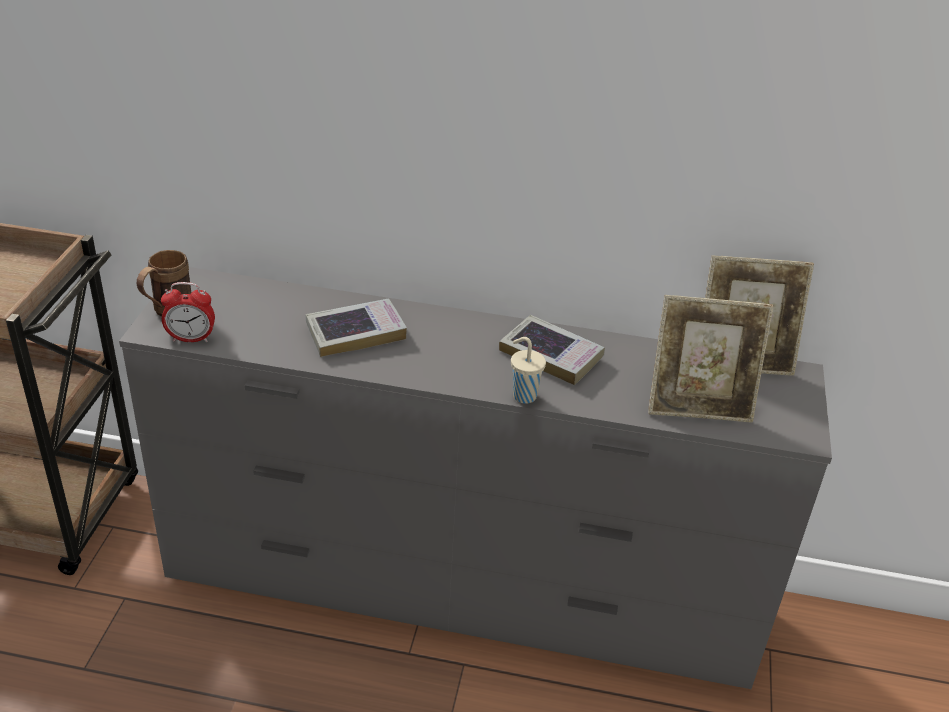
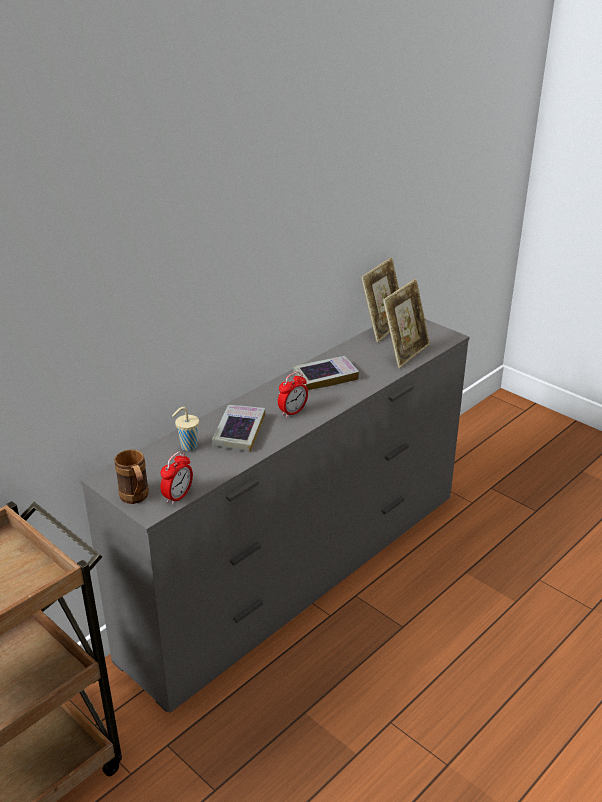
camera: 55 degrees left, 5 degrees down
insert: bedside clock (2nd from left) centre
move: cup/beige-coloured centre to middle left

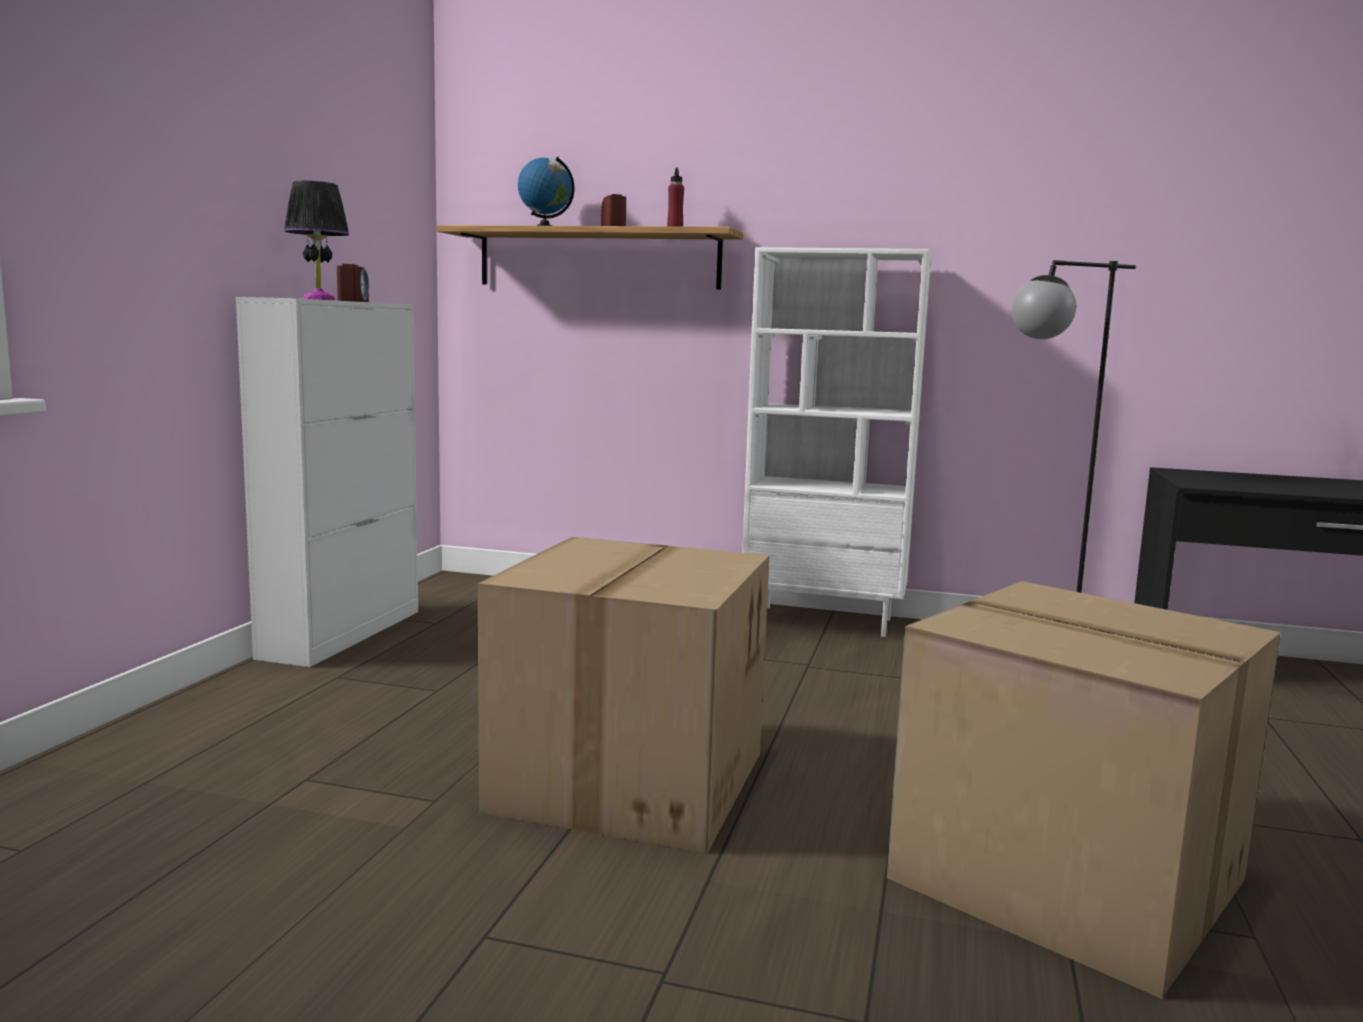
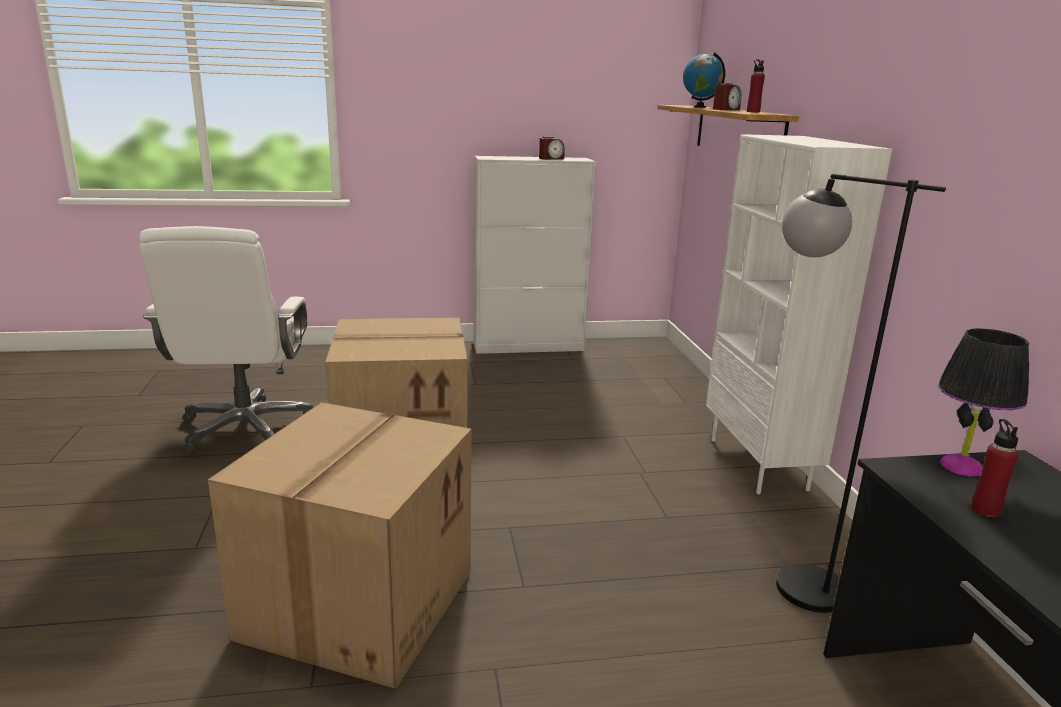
camera: 65 degrees right, 10 degrees up
insert: desk chair/white-coloured middle left; beverage bottle/reddish (2nd from left) middle right
move: tabletop lamp/black-coloured top left to middle right

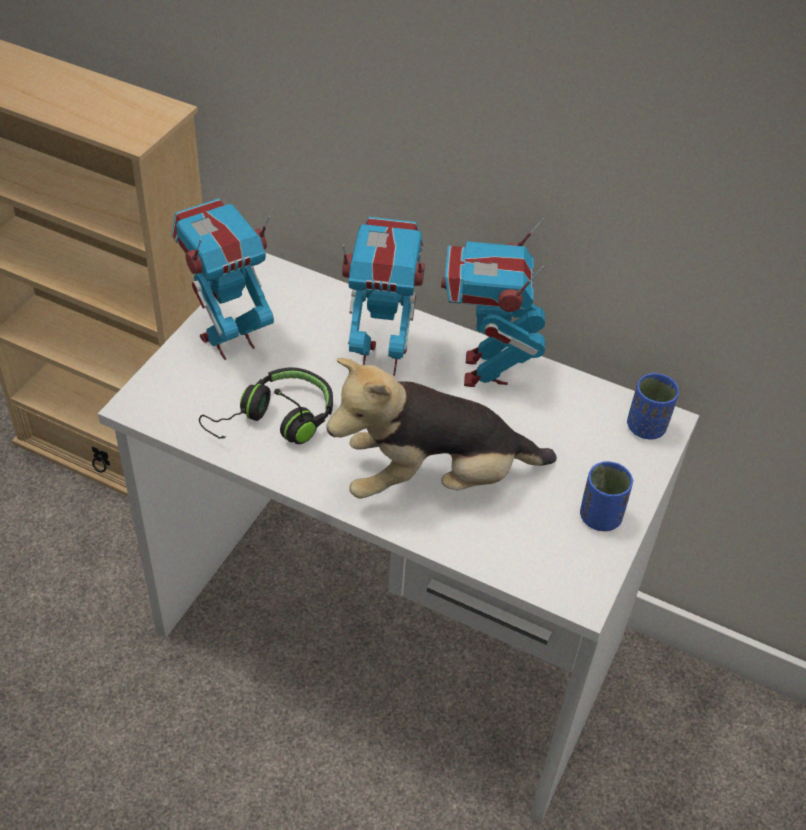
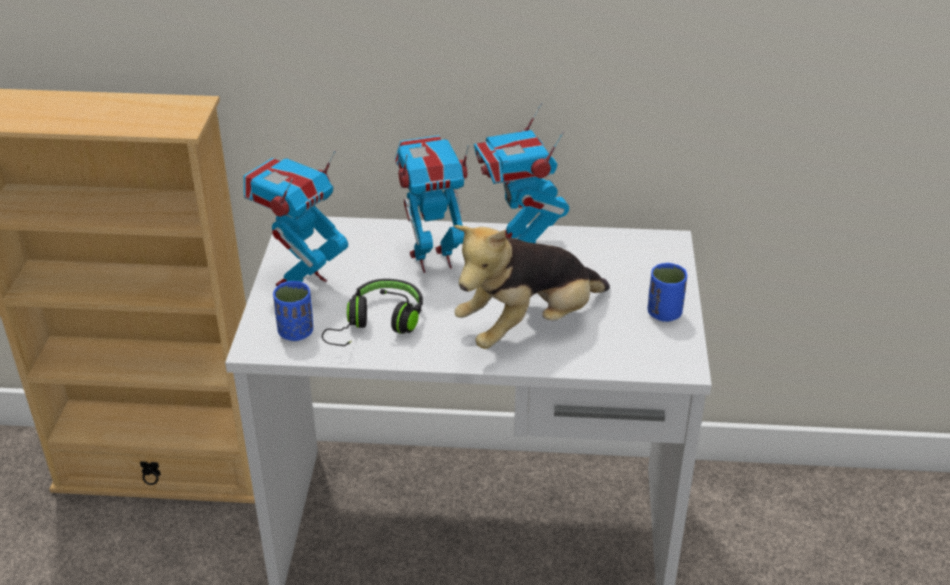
camera: 20 degrees left, 10 degrees down
move: cup/bluish (2nd from left in the first image) middle right to cup/bluish (1st from left) middle left

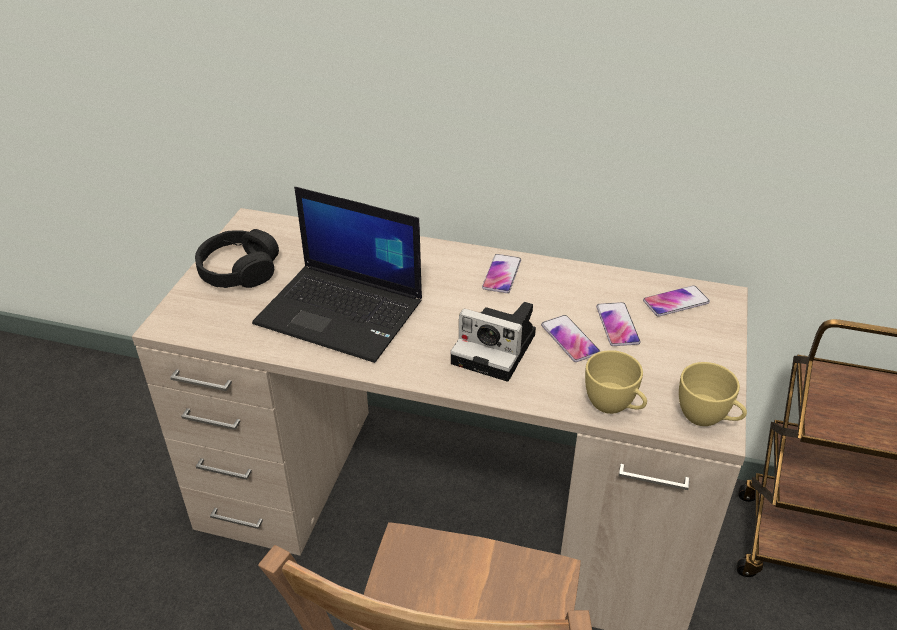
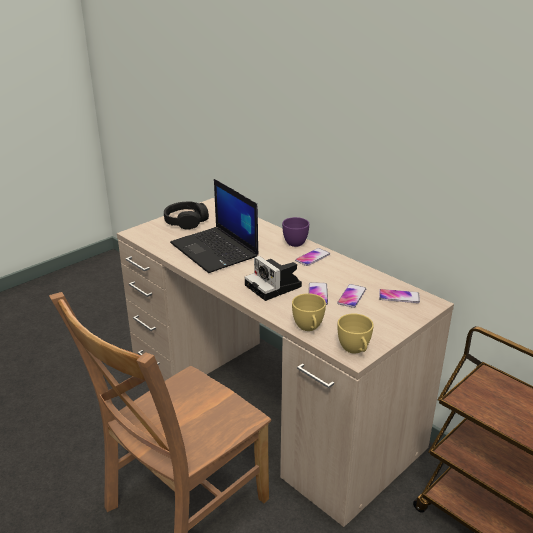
camera: 30 degrees right, 10 degrees down
insert: cup/purplish centre

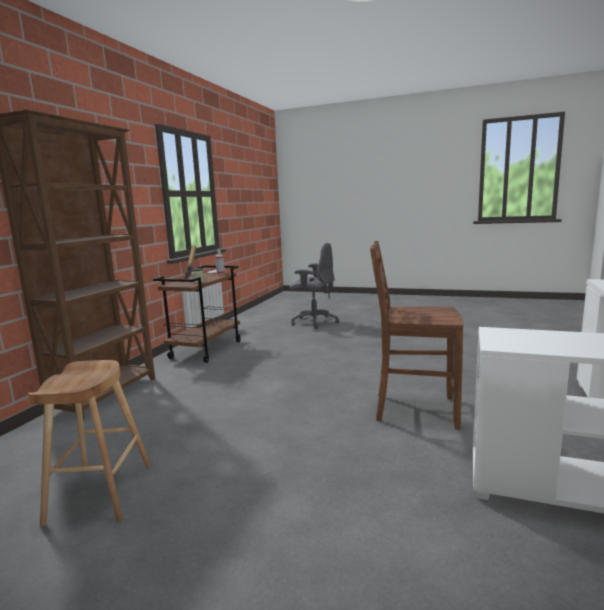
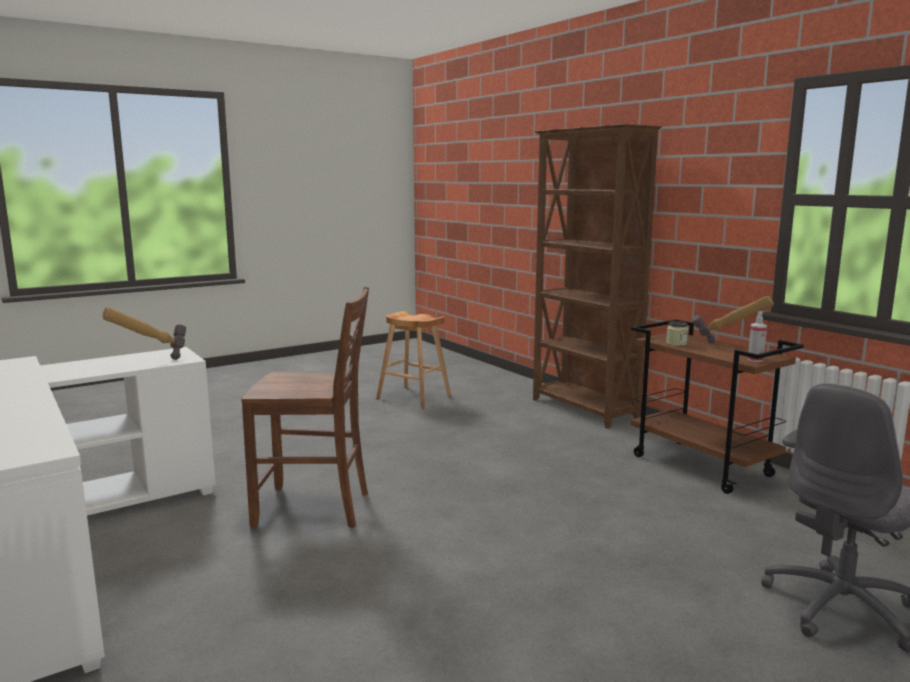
camera: 125 degrees right, 0 degrees up
insert: tool hammer (1st from left) middle left
rotate: chair/brown-coloured middle right = centre 45 degrees clockwise

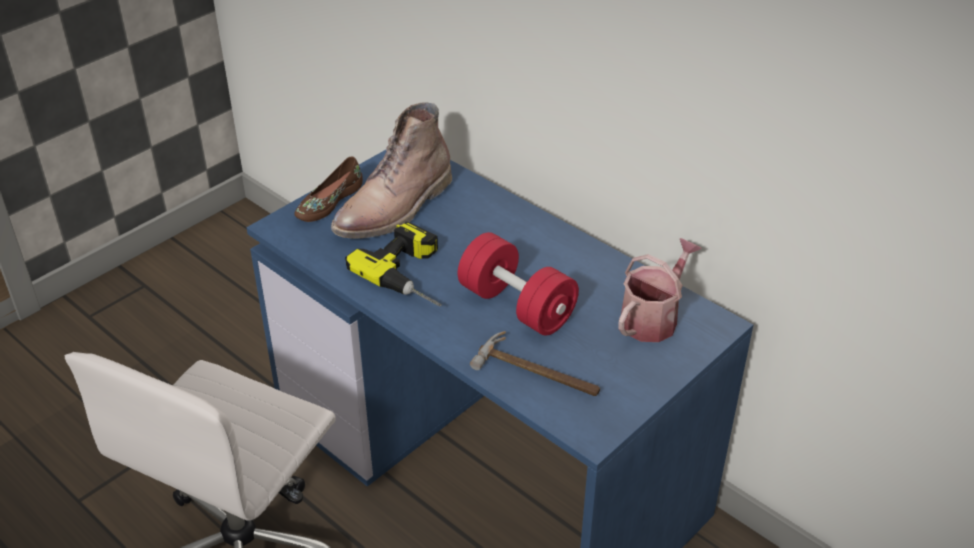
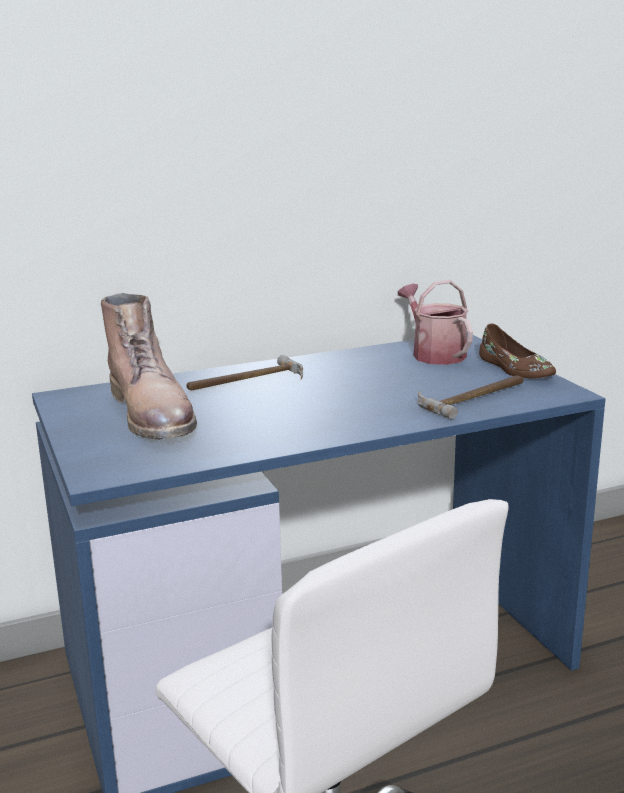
camera: 65 degrees left, 20 degrees down
delete: drill centre; hand weight/reddish centre
insert: tool hammer (1st from left) centre
move: item of footwear/brown-coloured centre to middle right

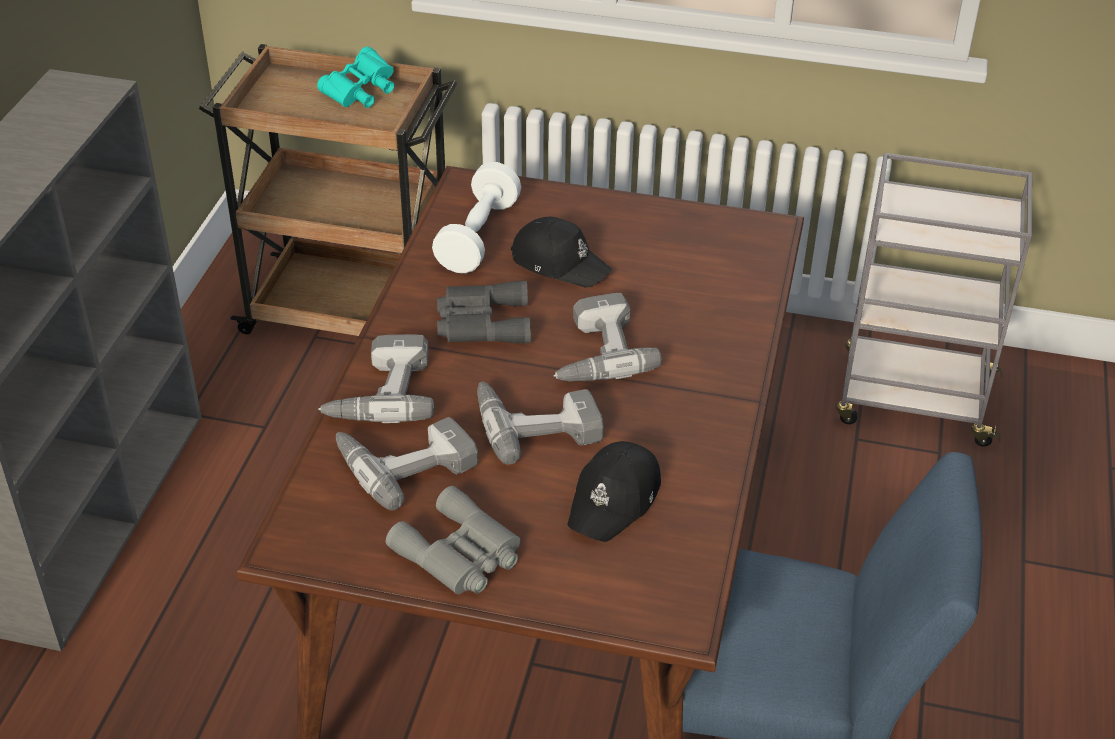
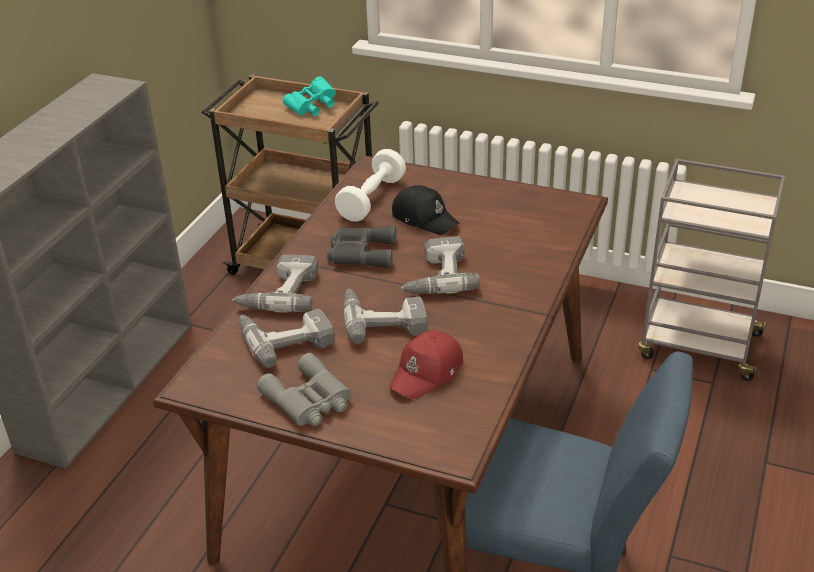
camera: 10 degrees right, 5 degrees down
recolor: cap/black-coloured (2nd from left) centre to cap/reddish centre

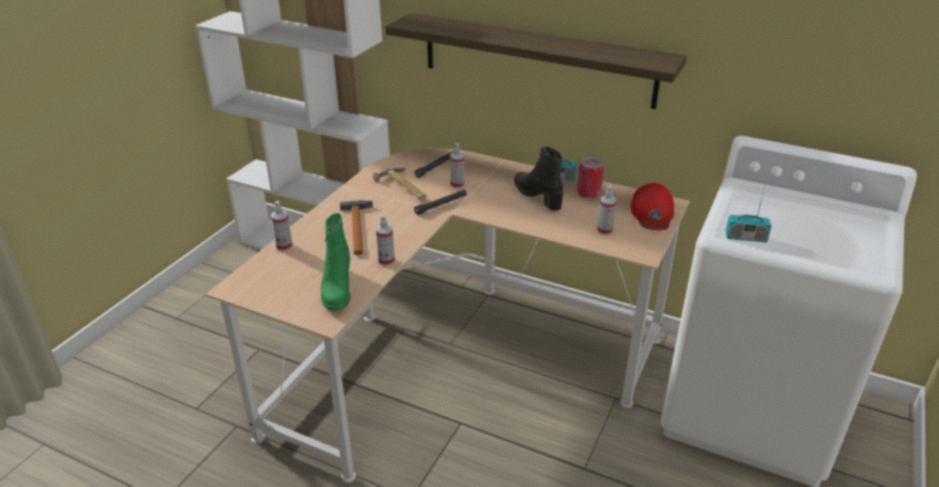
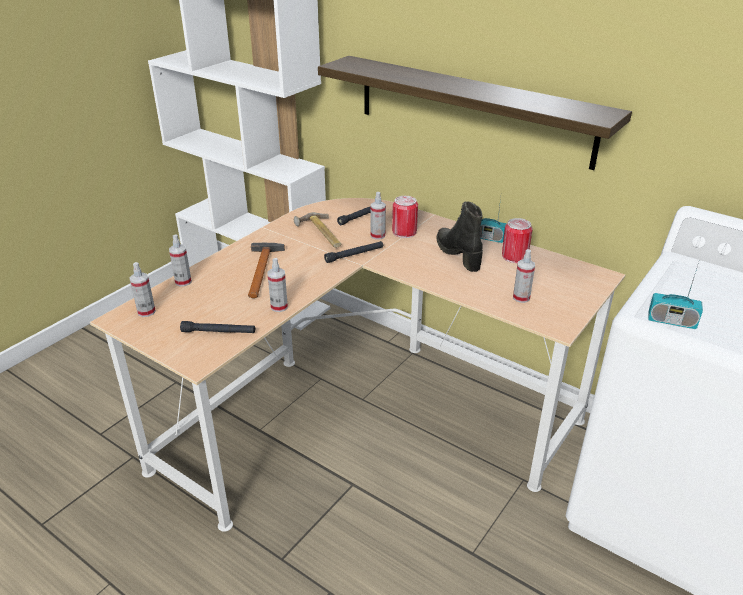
camera: 10 degrees right, 0 degrees up
delete: cap/reddish middle right
insert: spray bottle (1st from left) middle left; can (1st from left) centre
replace: tall boot/green-coloured centre to hand torch/black-coloured (1st from left) middle left

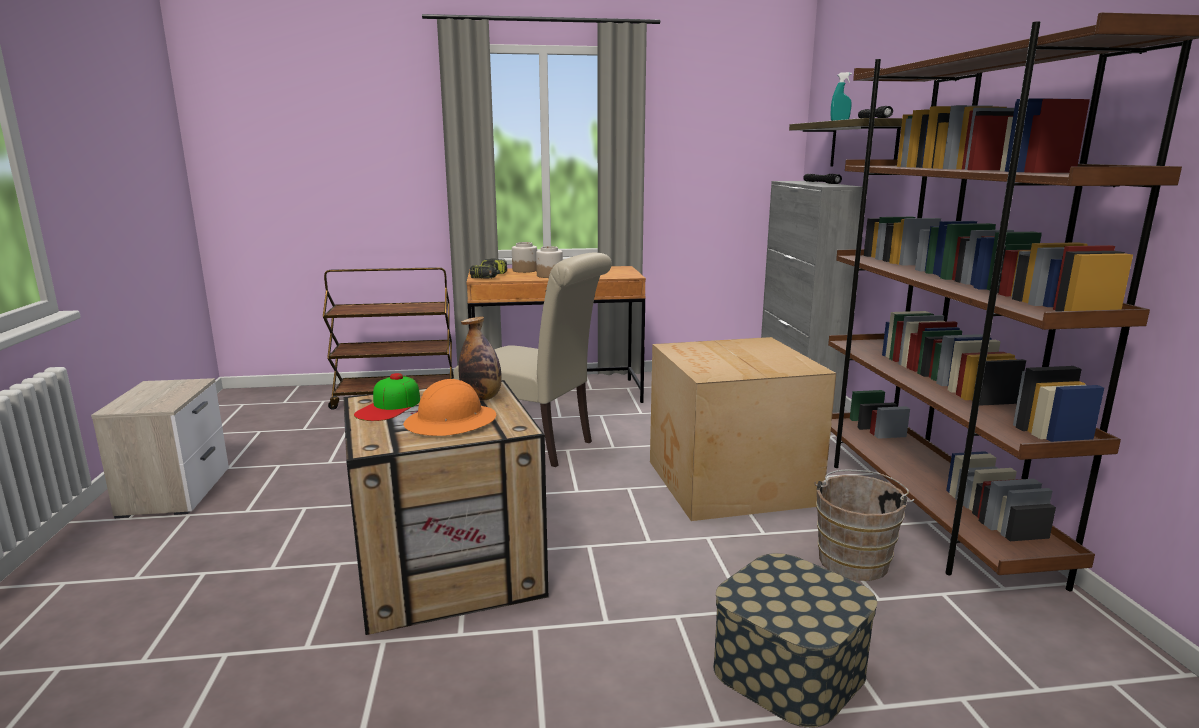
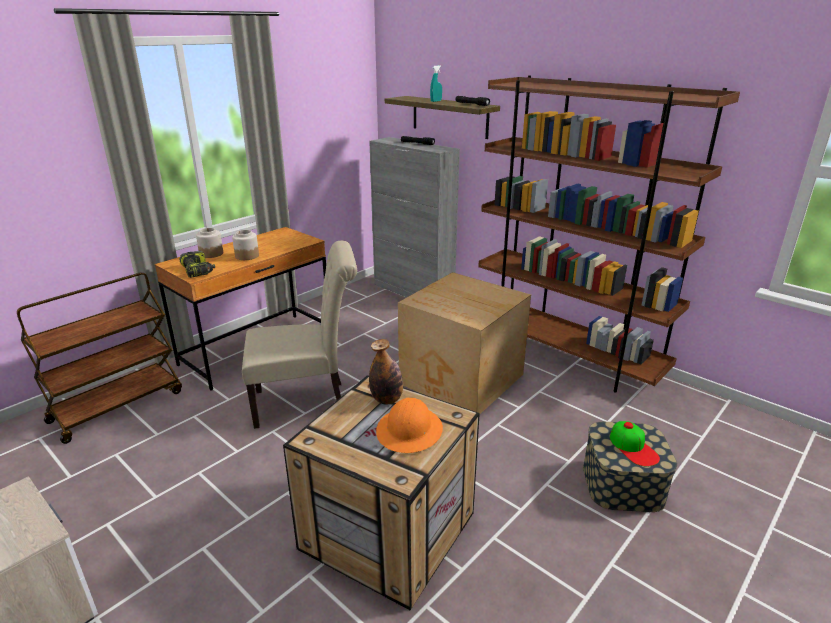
camera: 40 degrees left, 10 degrees up
delete: water bucket/brown-coloured bottom right
move: cap middle left to bottom right

